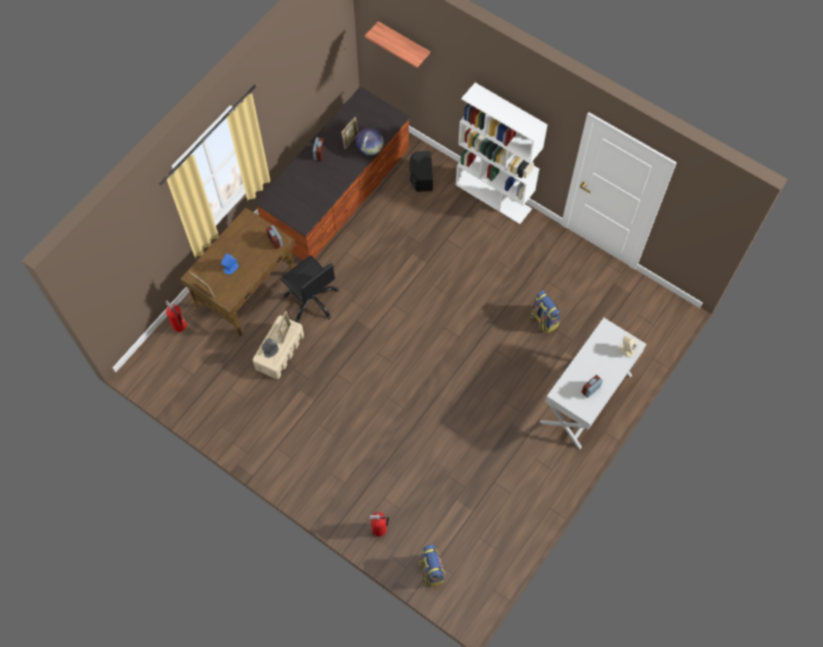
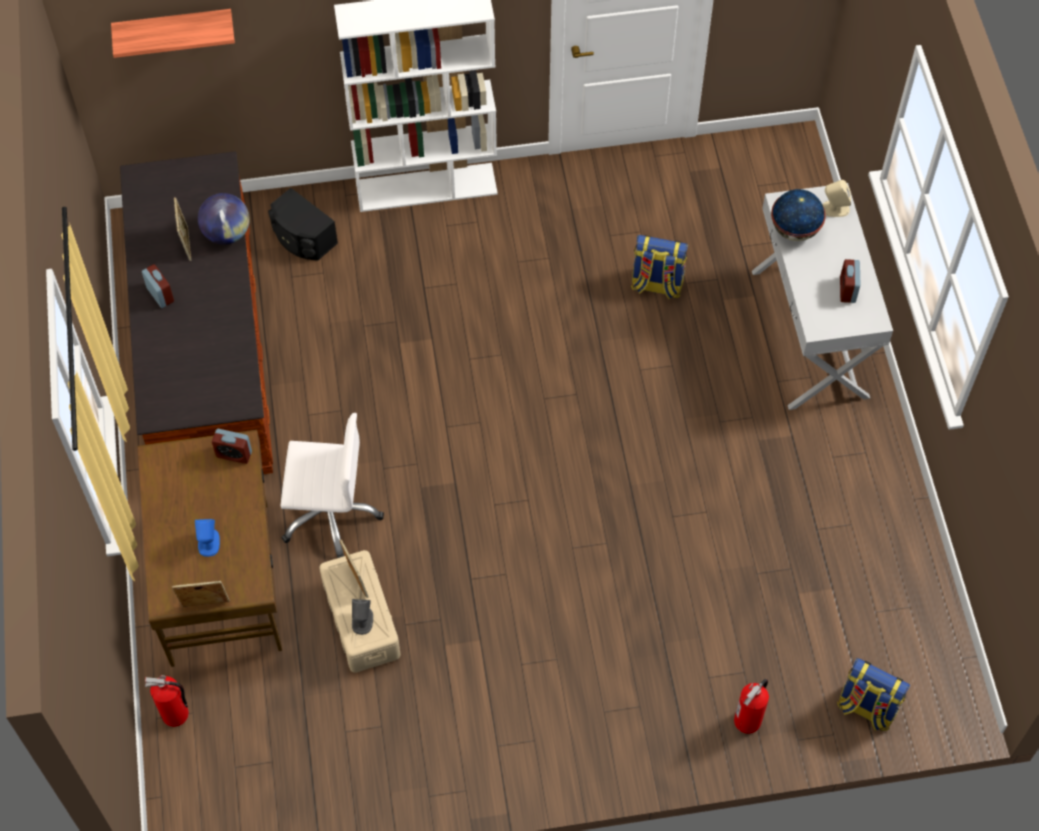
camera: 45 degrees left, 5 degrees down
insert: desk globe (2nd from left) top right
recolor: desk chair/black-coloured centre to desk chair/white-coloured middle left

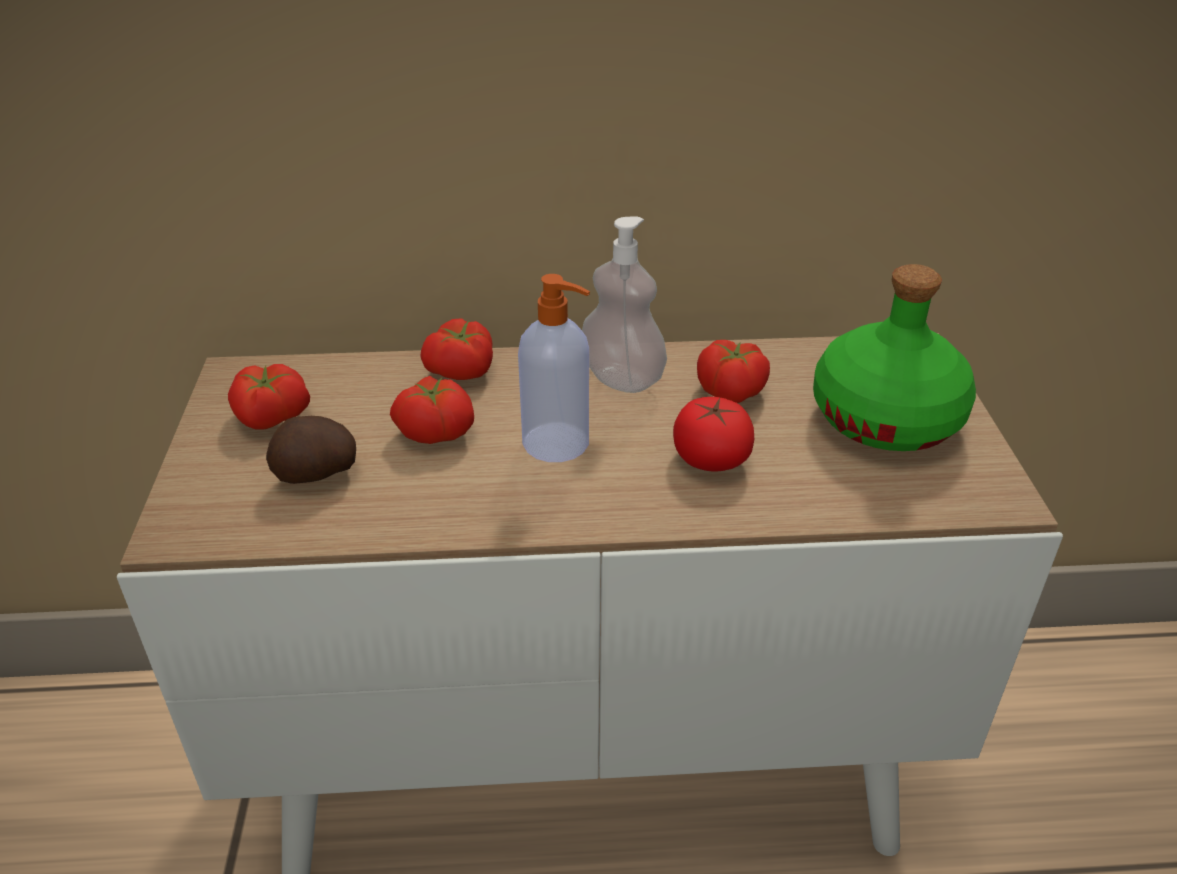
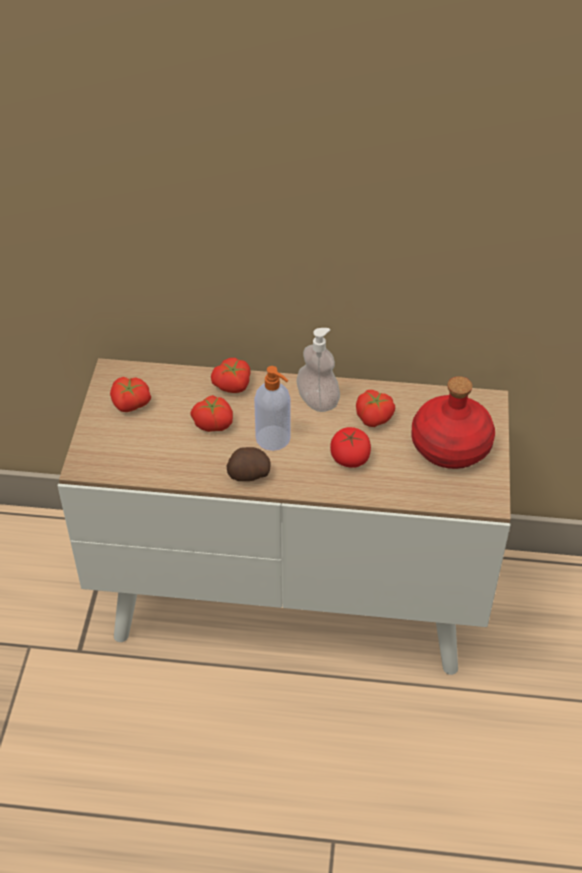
camera: 10 degrees right, 10 degrees up
move: spud middle left to centre
recolor: beverage bottle/green-coloured middle right to beverage bottle/reddish middle right

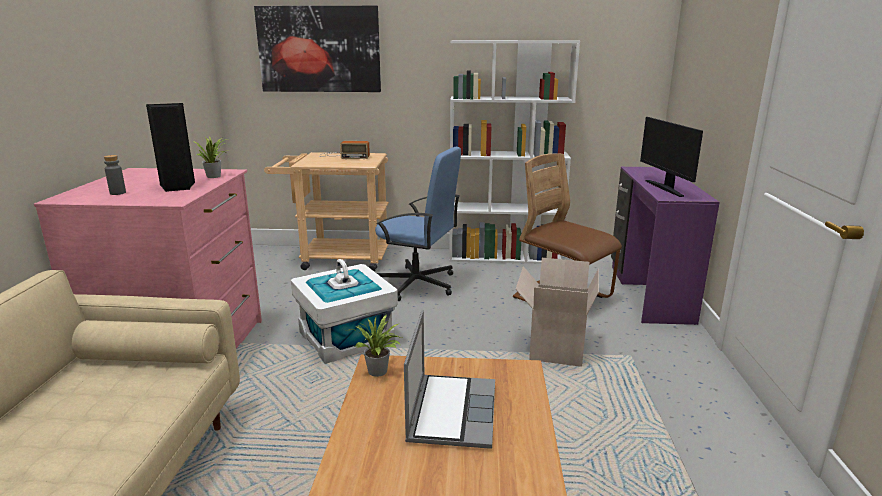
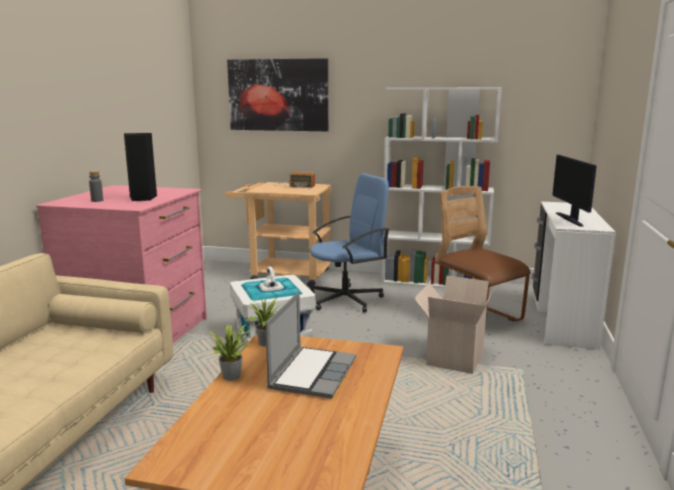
camera: 10 degrees right, 5 degrees down
move: potted plant (1st from left) top left to bottom centre
recolor: desk table/purplish middle right to desk table/white-coloured middle right
rotate: desk chair/bluish centre = centre 60 degrees counterclockwise

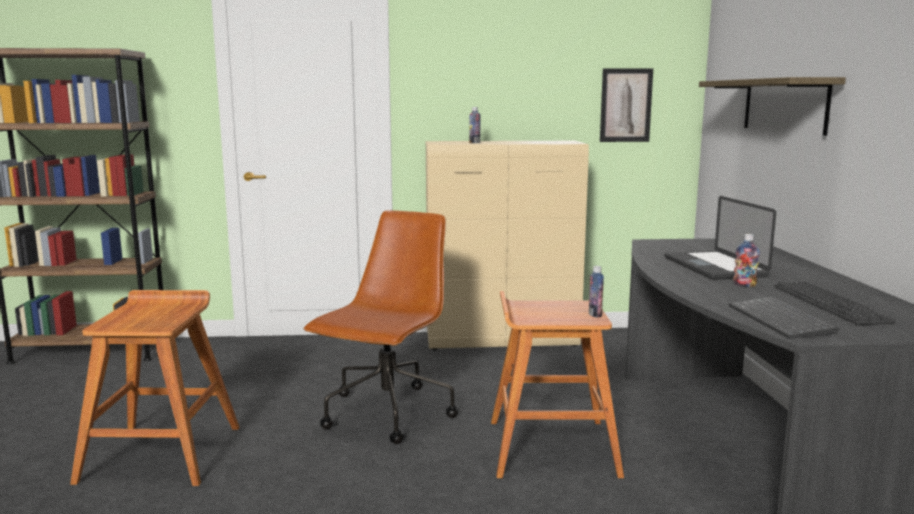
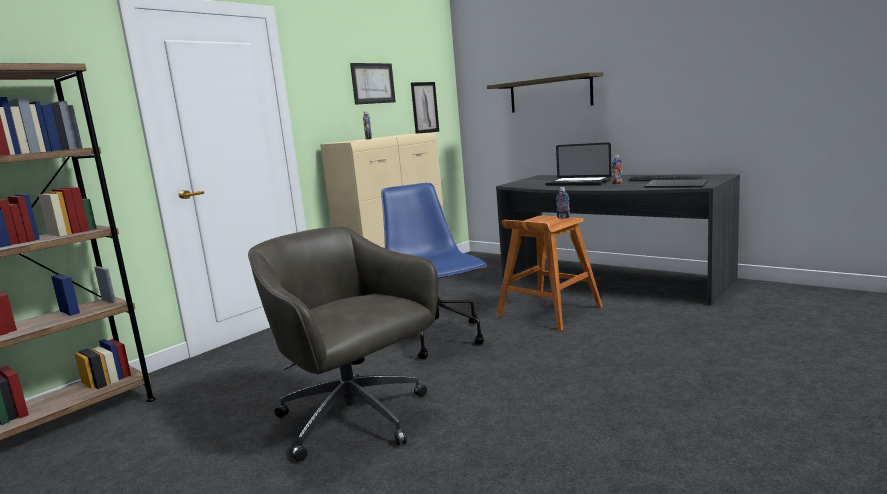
camera: 45 degrees left, 0 degrees up
insert: wall art (1st from left) top centre
replace: sitting stool/brown-coloured (1st from left) bottom left to desk chair/grey bottom centre
recolor: desk chair/brown-coloured centre to desk chair/bluish centre

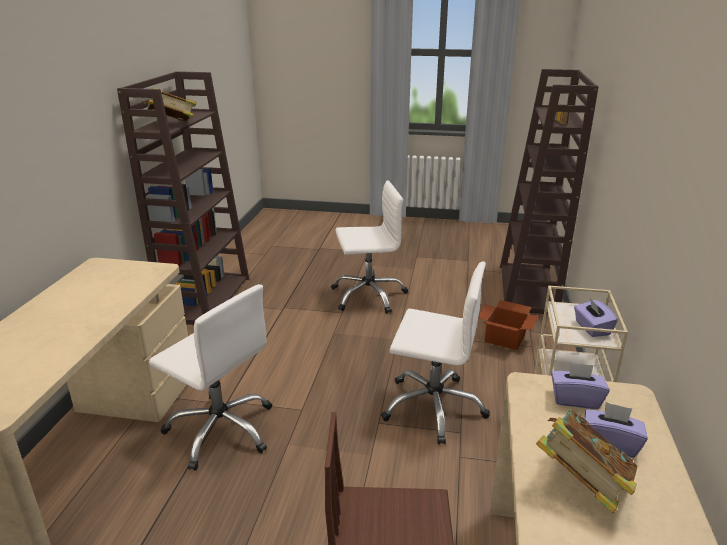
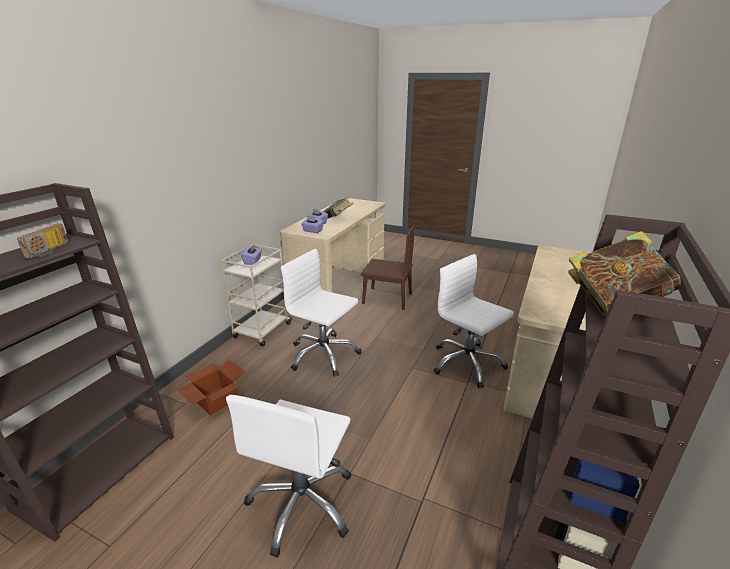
camera: 165 degrees left, 0 degrees up
rotate: desk chair/white-coloured (2nd from left in the first image) centre = bottom centre 75 degrees counterclockwise

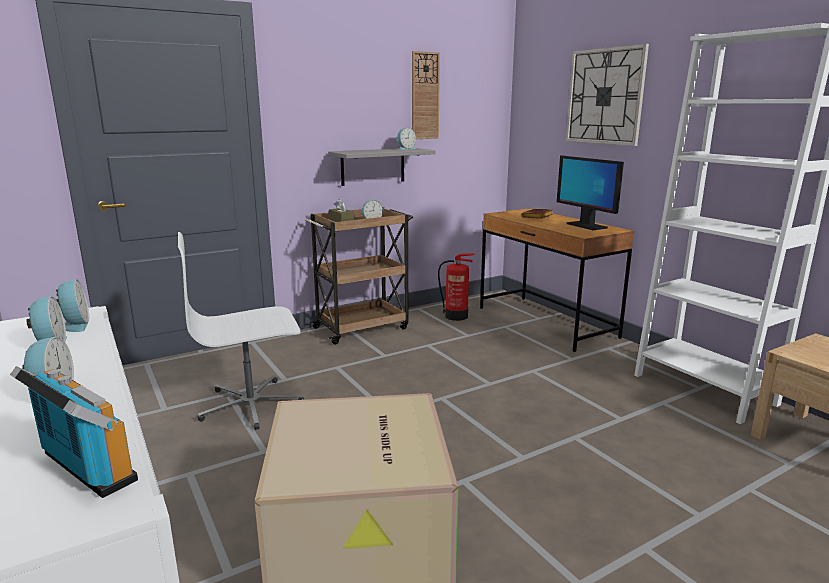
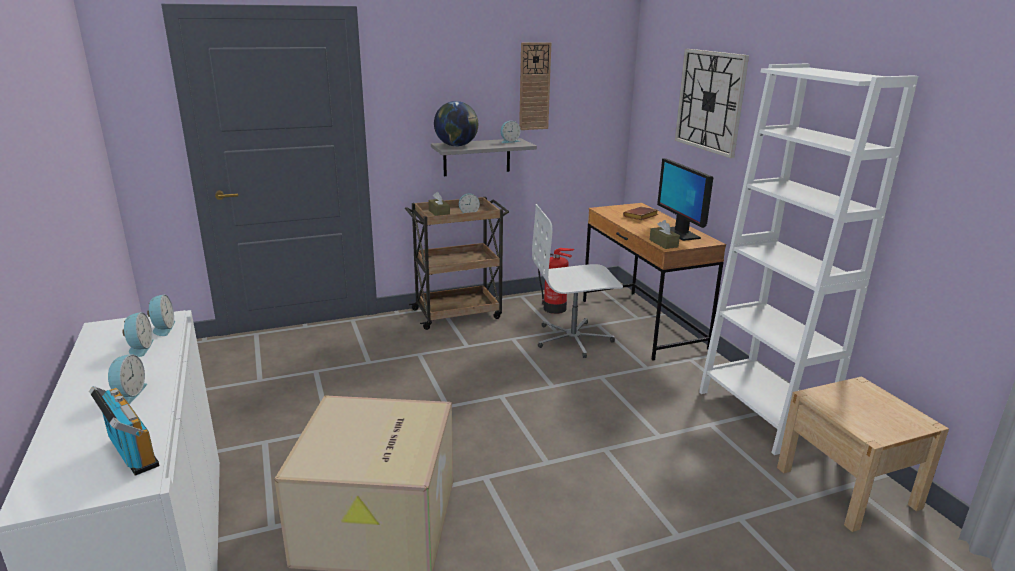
camera: 10 degrees right, 5 degrees up
insert: desk globe top centre; tissue holder/brown-coloured (2nd from left) centre
move: desk chair/white-coloured middle left to centre

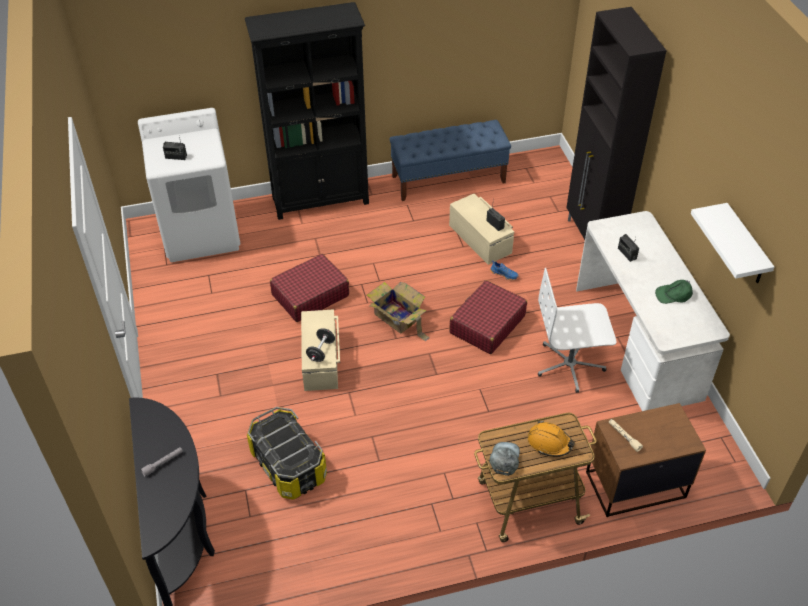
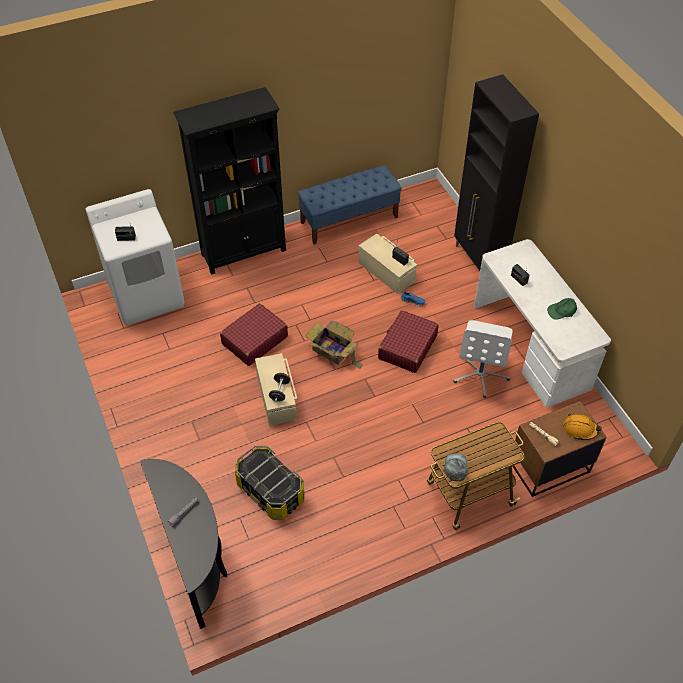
camera: 10 degrees left, 5 degrees up
delete: wall shelf/white-coloured middle right
move: safety helmet/orange bottom right to middle right
rotate: desk chair/white-coloured middle right = middle right 60 degrees counterclockwise

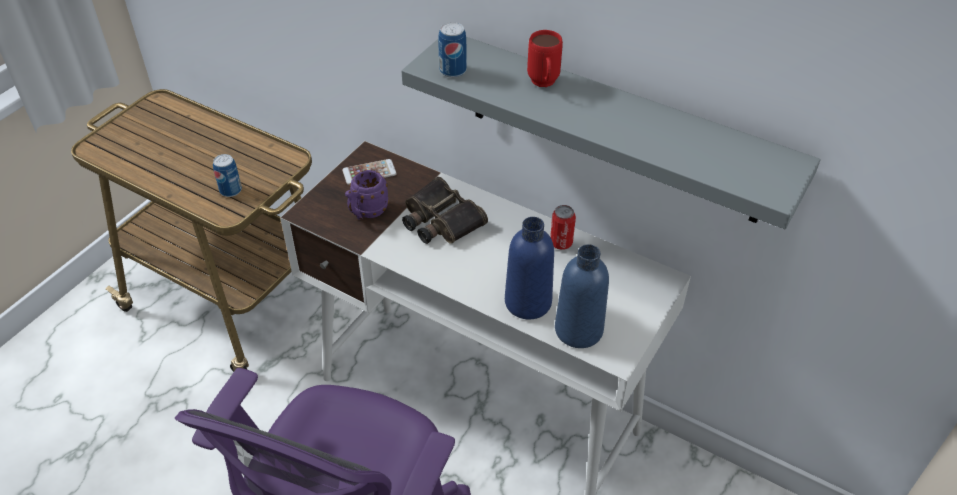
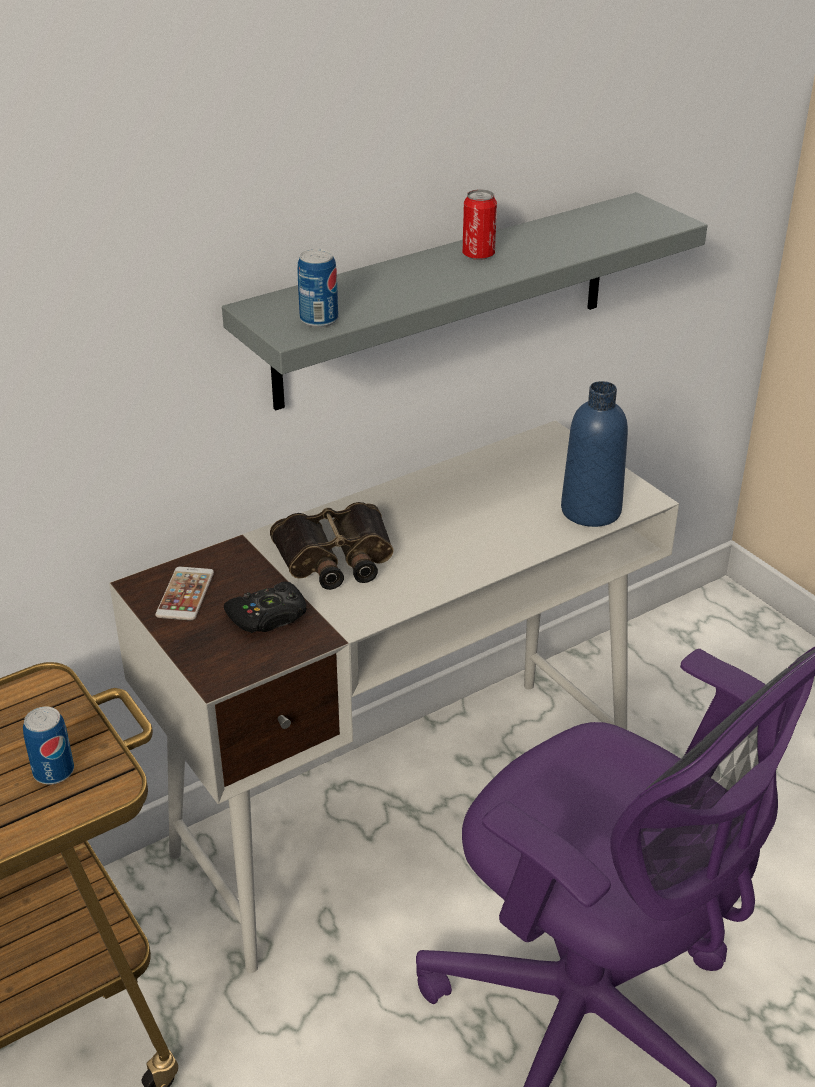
camera: 65 degrees left, 10 degrees down
delete: beverage bottle/bluish (1st from left) centre; coffee mug/reddish top centre
move: can (3rd from left) centre to top centre
replace: coffee mug/purplish centre to gamepad/black-coloured middle left

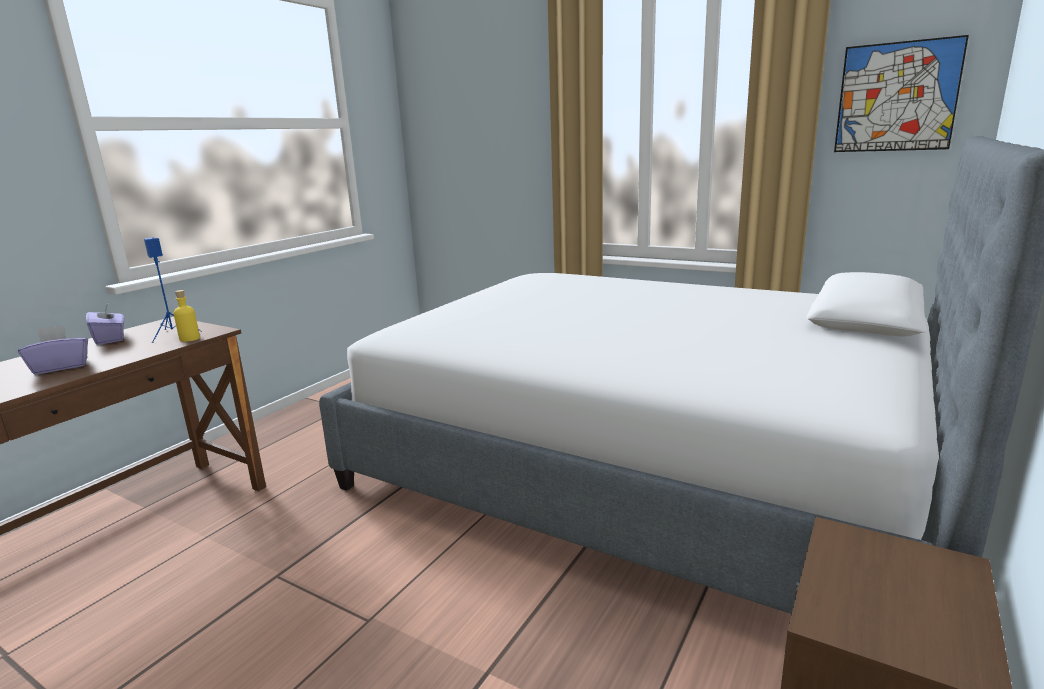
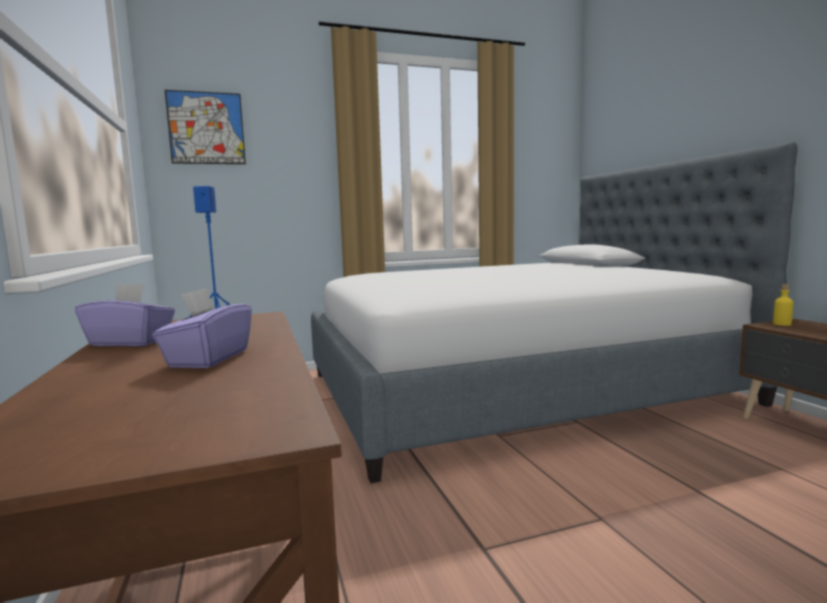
camera: 50 degrees left, 10 degrees down
move: beverage bottle/yellow-coloured middle left to middle right; wall art top right to top left

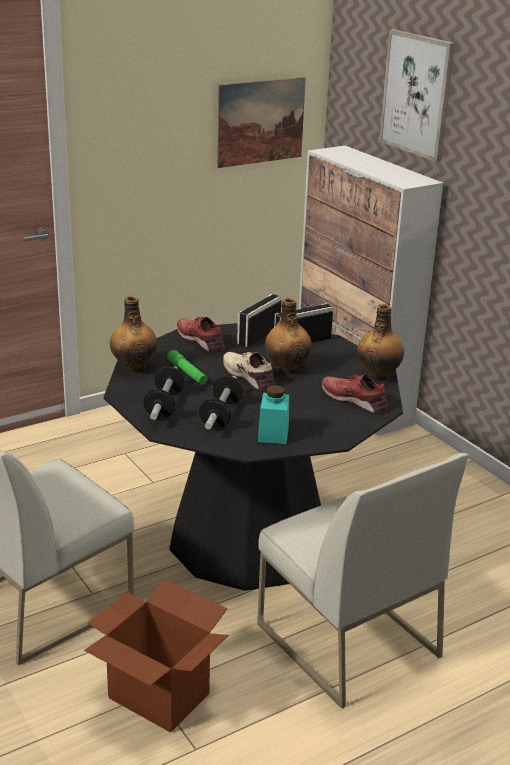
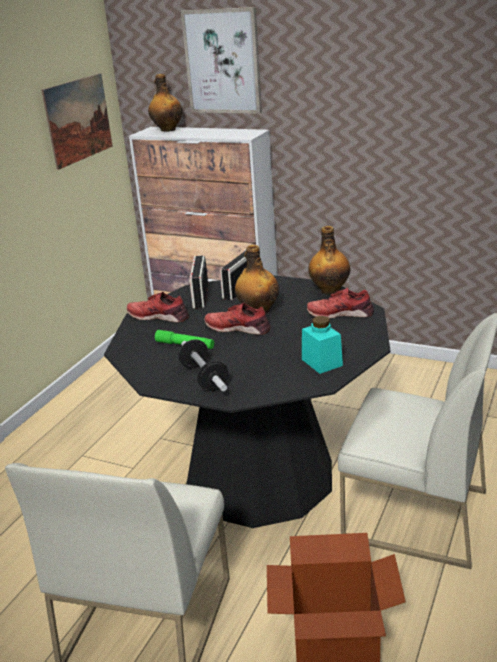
camera: 30 degrees left, 0 degrees up
delete: hand weight (2nd from left) centre
move: beverage bottle (1st from left) middle left to top left
recolor: item of footwear/beige-coloured centre to item of footwear/reddish (2nd from left) centre

